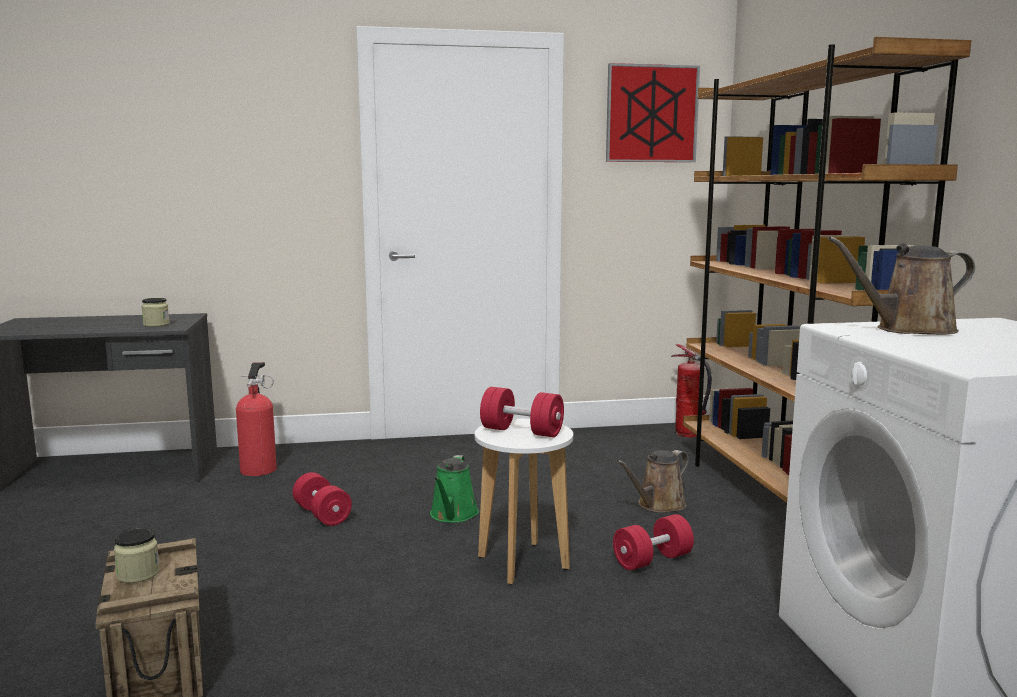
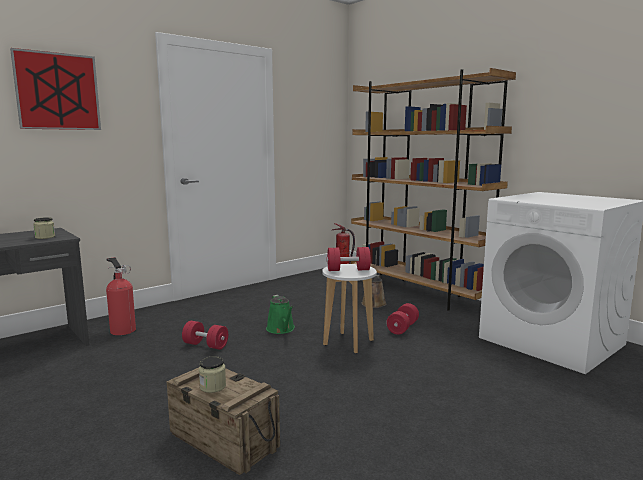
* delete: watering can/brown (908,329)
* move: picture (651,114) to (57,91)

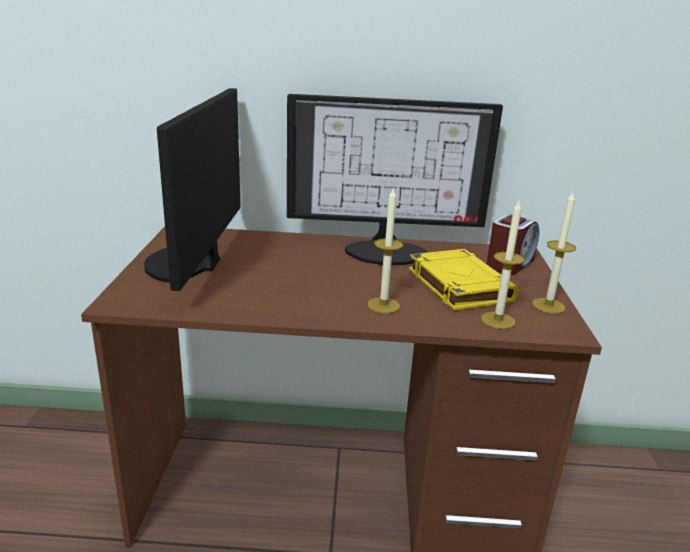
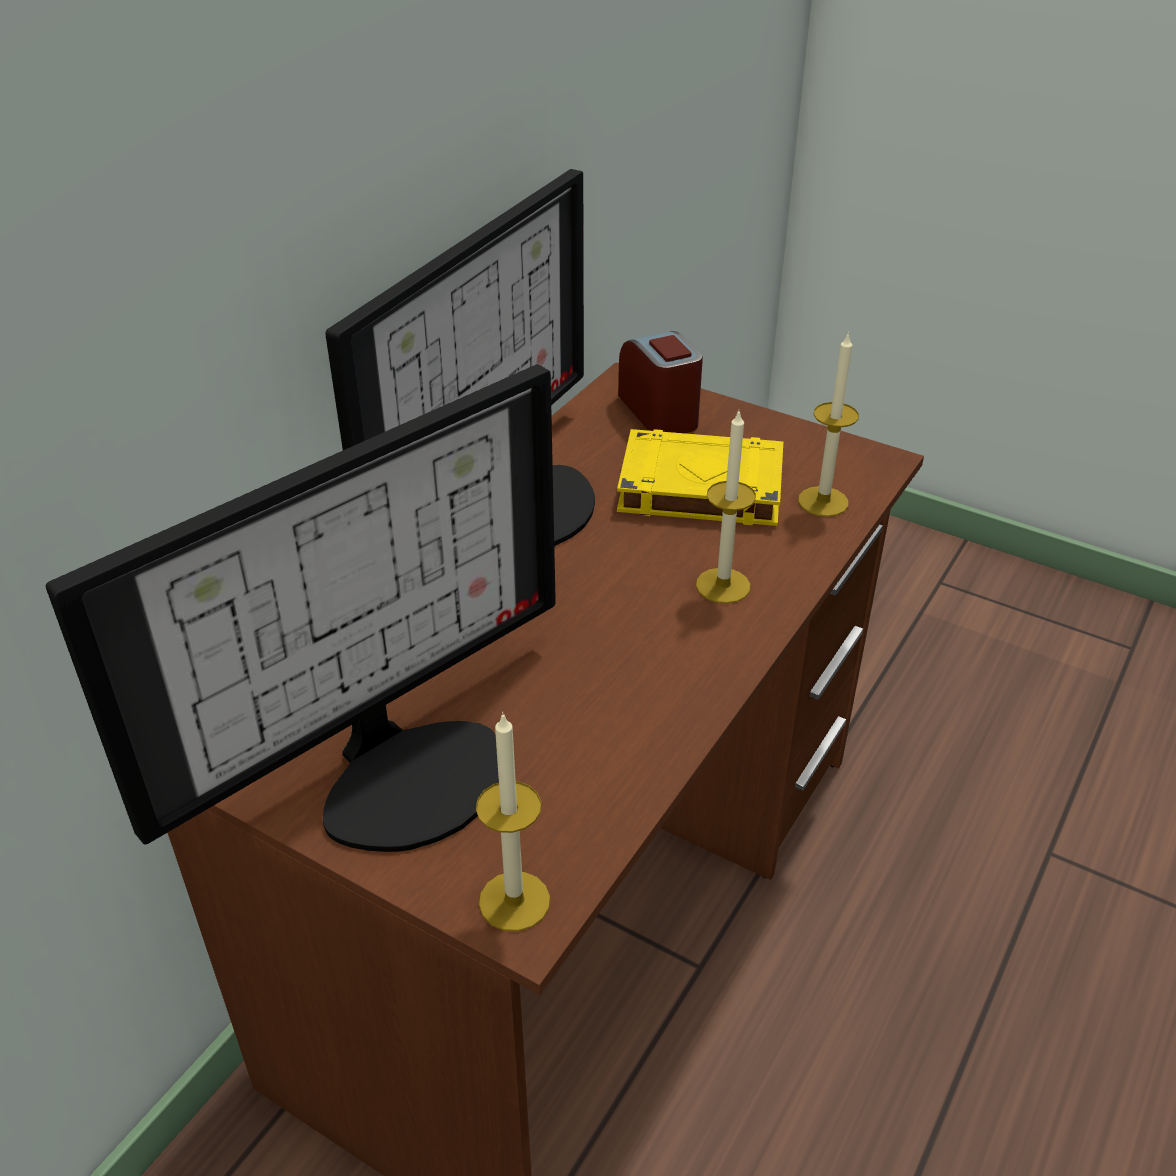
* move: candle (548,306) to (514,901)
* rotate: monitor (189,264) = (405,771) 75 degrees counterclockwise

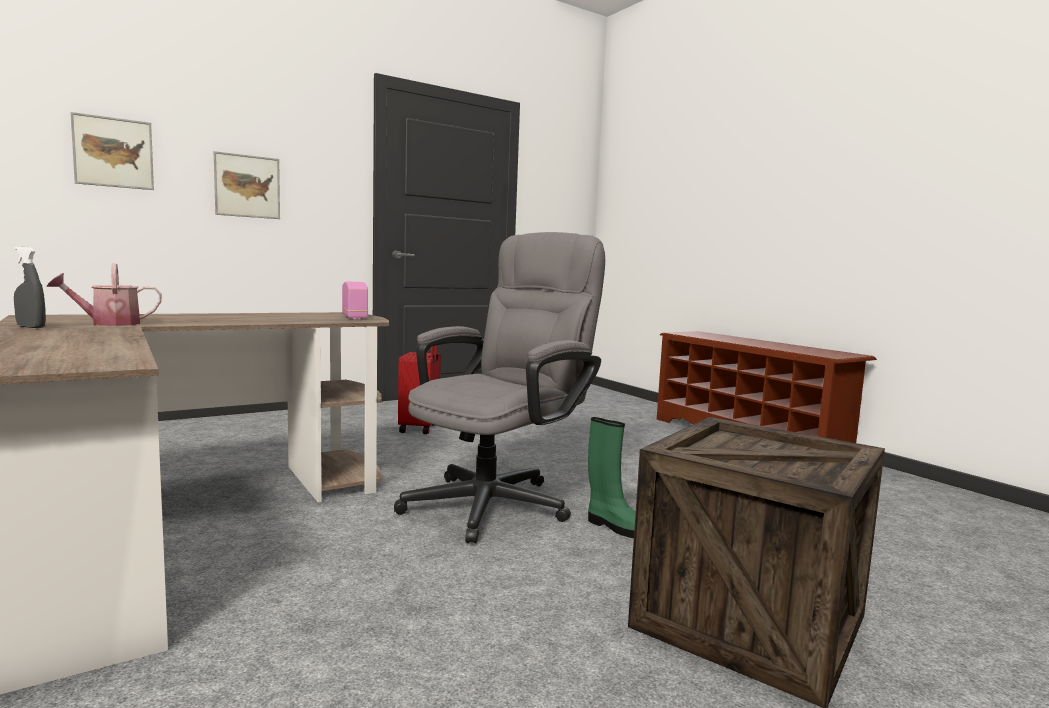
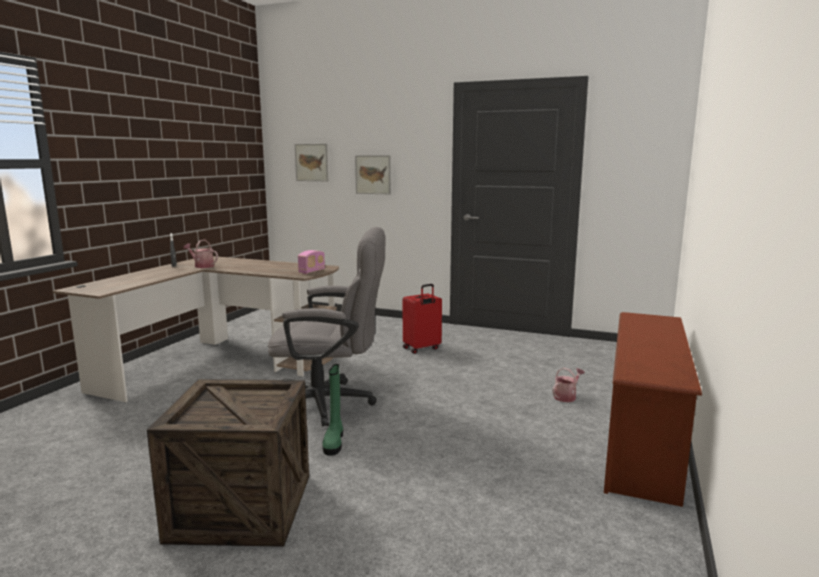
* insert: watering can (566,396)

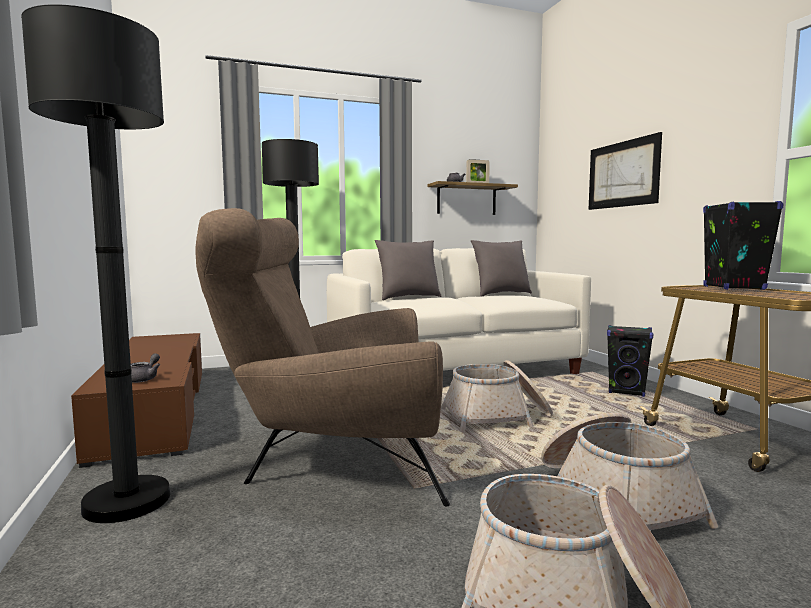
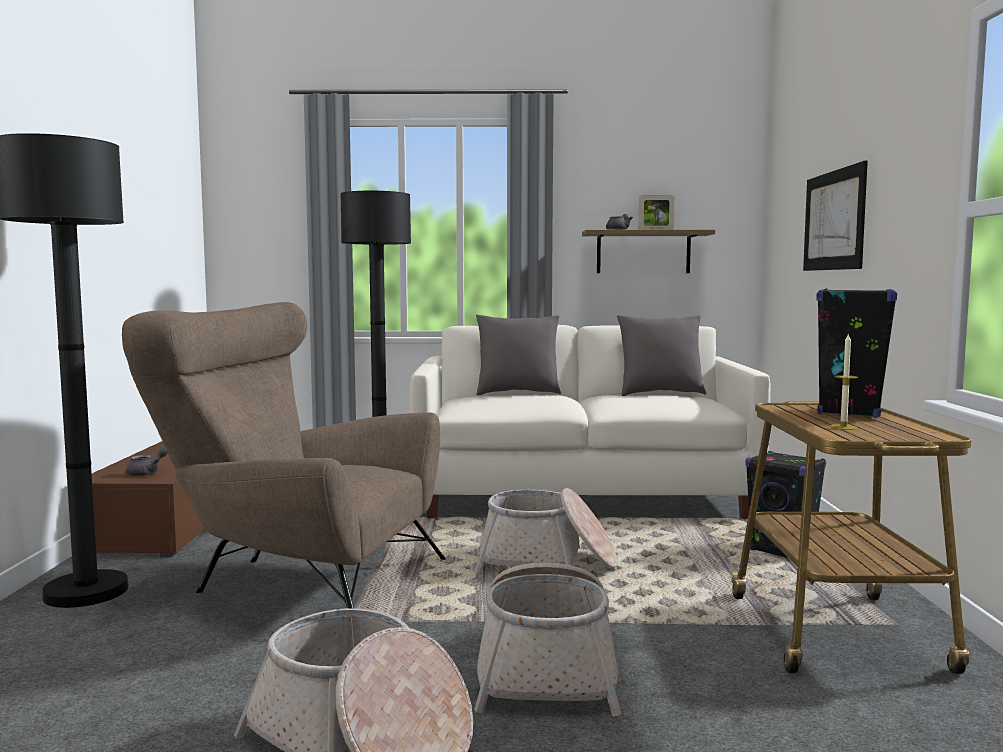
* insert: candle (843,427)

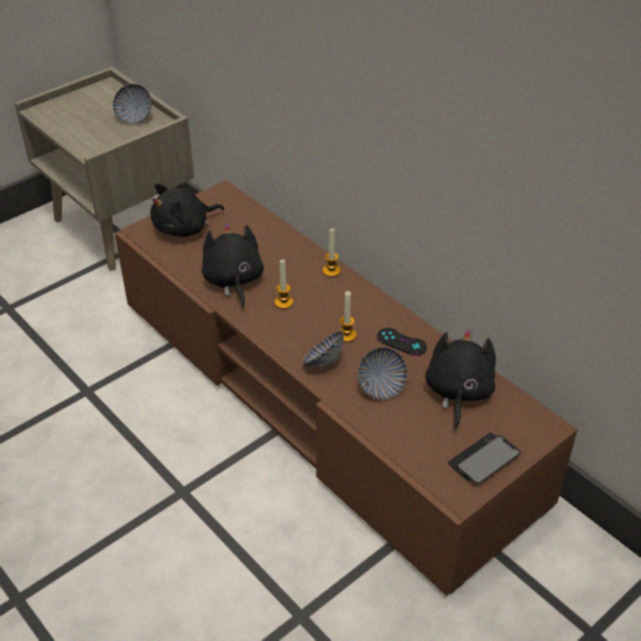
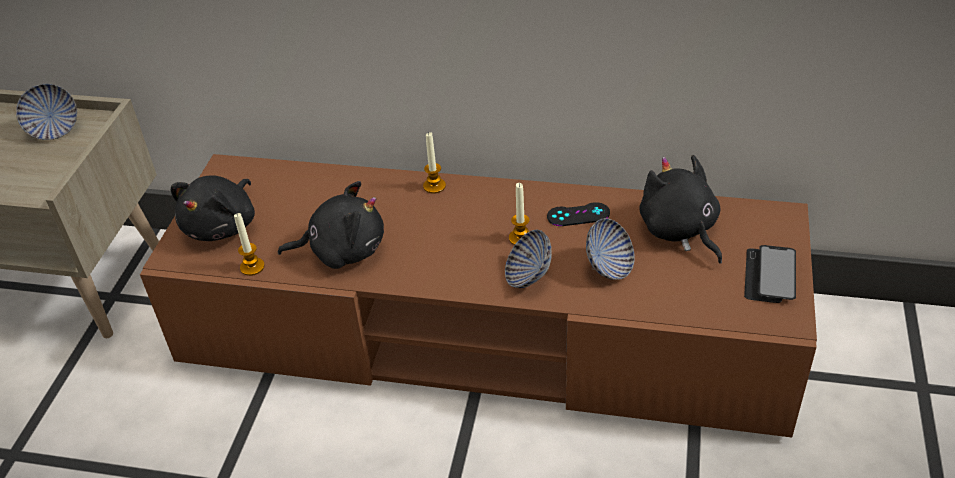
* move: candle (283,303) to (252,267)
* rotate: plush toy/black (233,281) = (342,250) 135 degrees clockwise

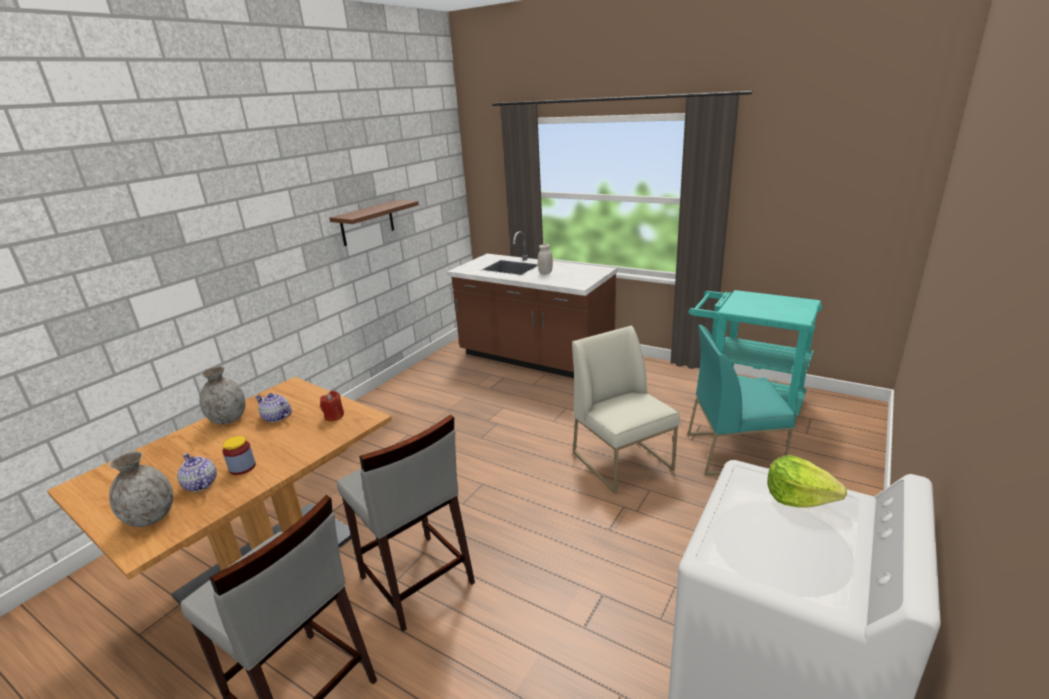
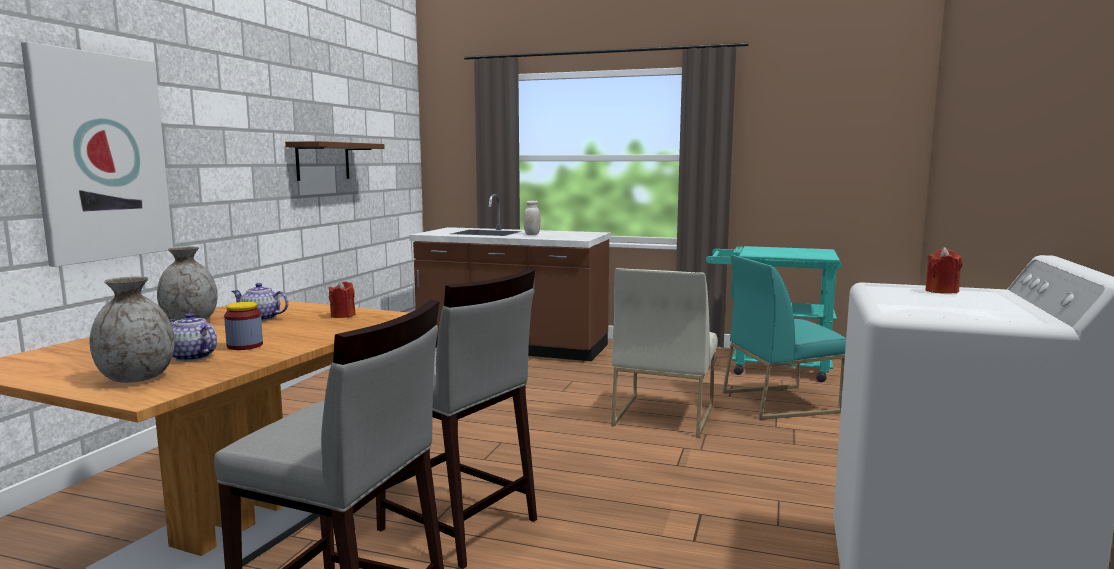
* insert: picture (101,157)
* replace: lettuce (798,497) to candle/red (941,291)
* rotate: chair/white (623,461) = (663,415) 120 degrees counterclockwise

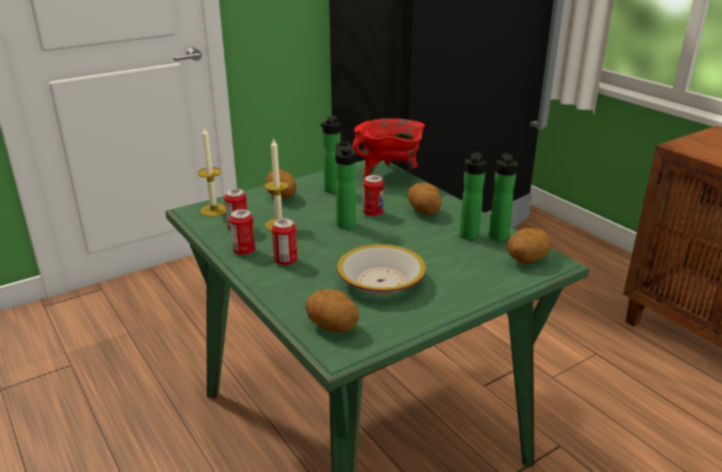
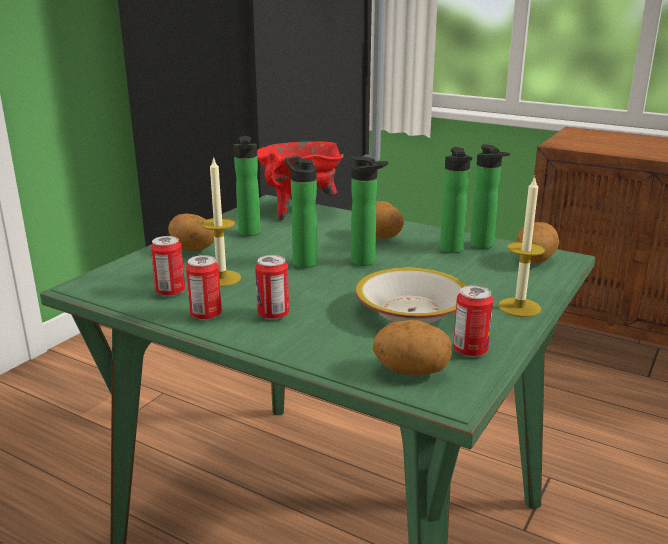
* insert: bottle (366,262)
* move: candle (214,210) to (519,307)
* move: can (373,213) to (470,351)

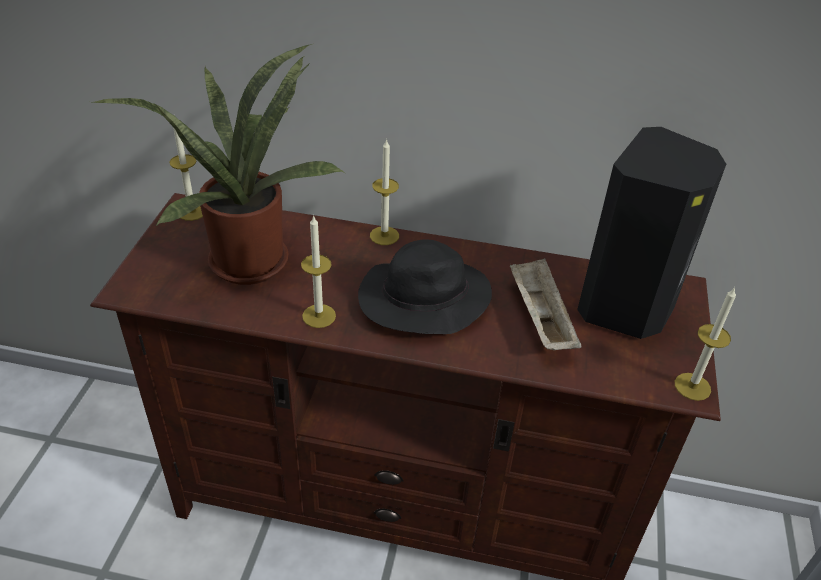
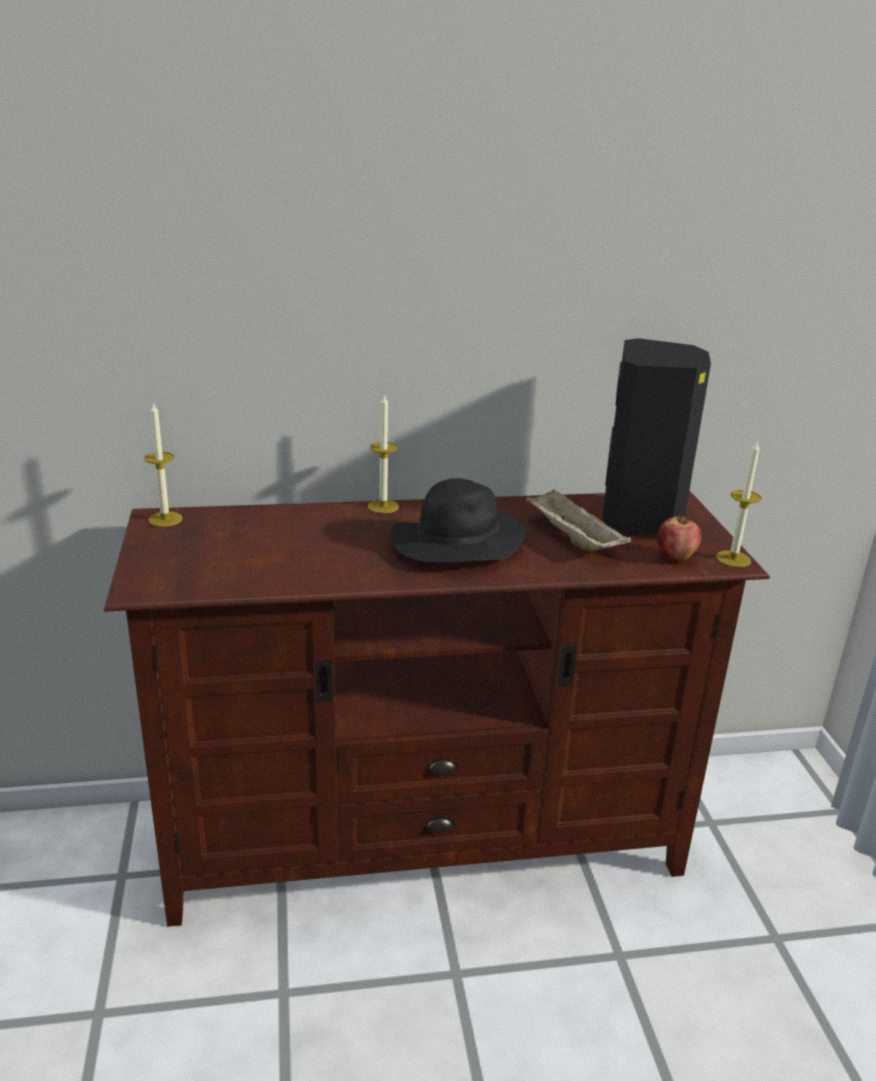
* delete: potted plant (248,257)
* delete: candle (319,316)
* insert: apple (675,558)

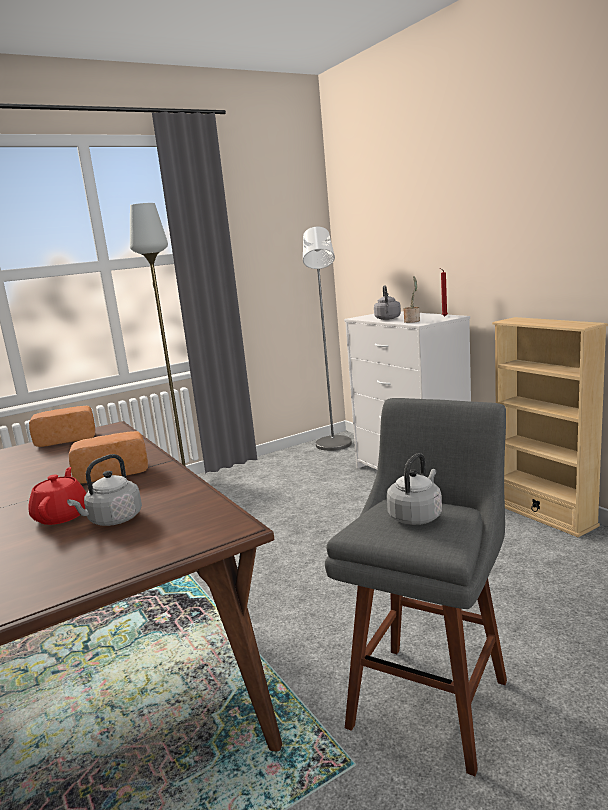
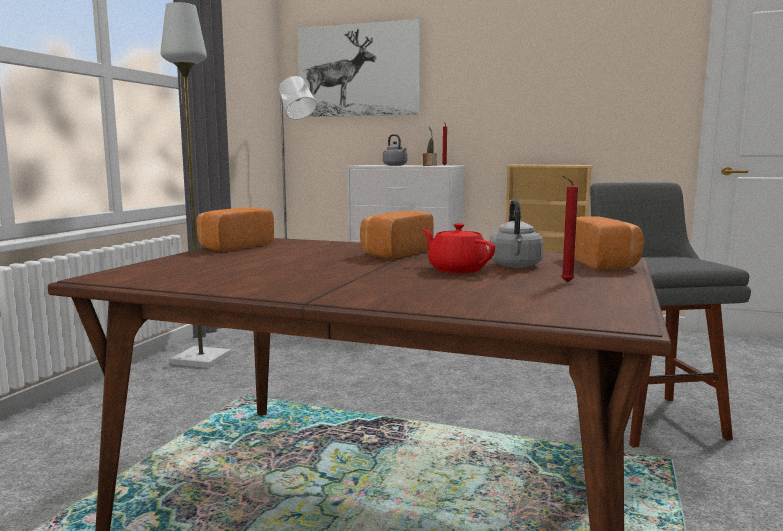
* delete: kettle/grey (416,516)
* insert: picture (358,70)
* insert: candle/red (565,282)
* insert: bread (603,263)

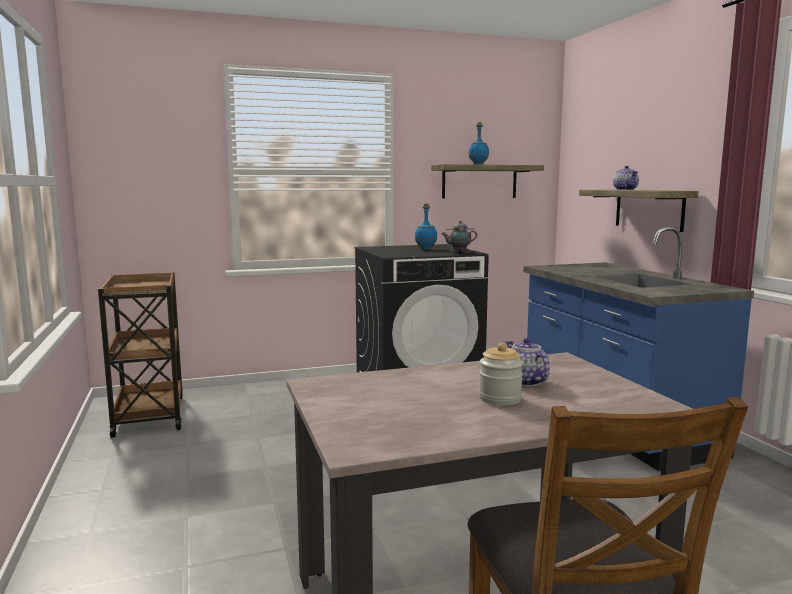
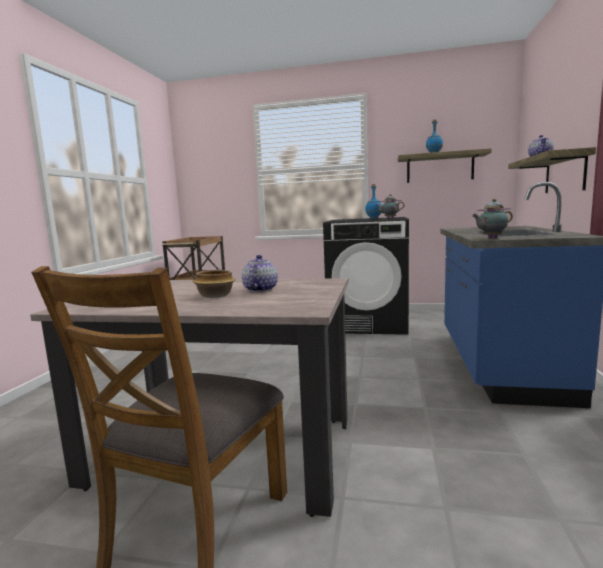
* insert: teapot (491,238)
* replace: jar (500,399) to bowl (214,296)

